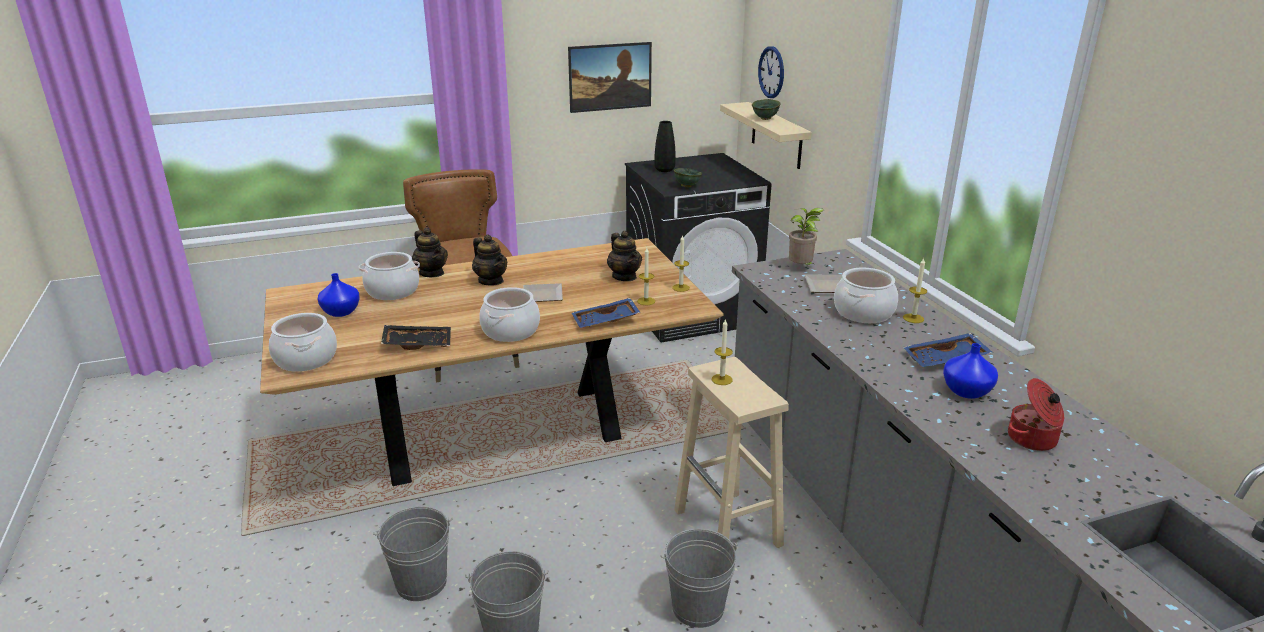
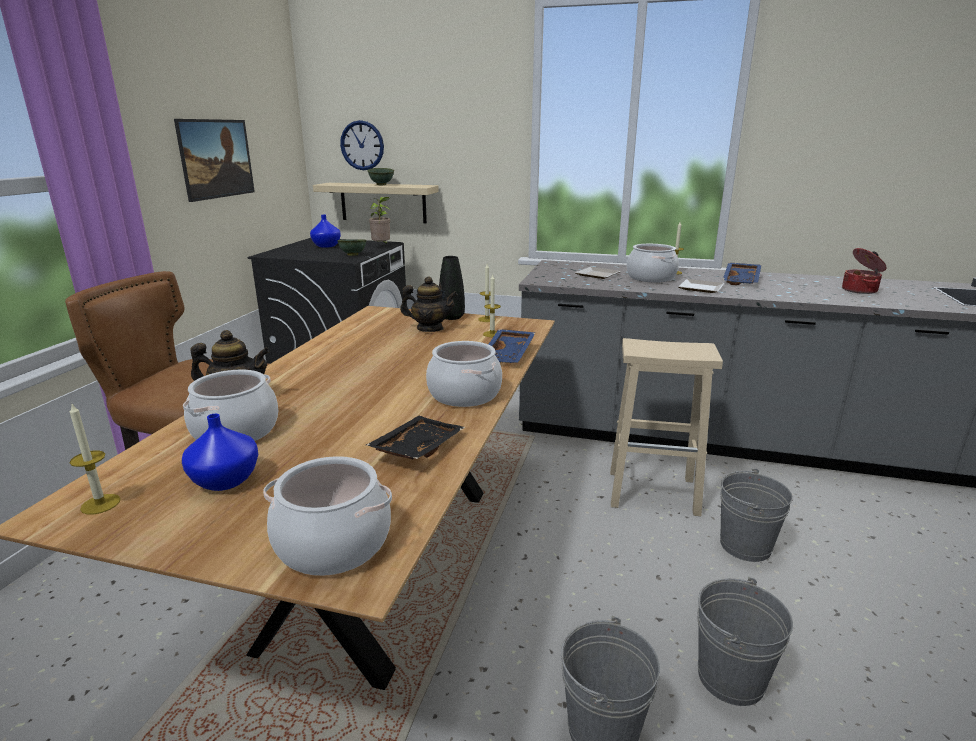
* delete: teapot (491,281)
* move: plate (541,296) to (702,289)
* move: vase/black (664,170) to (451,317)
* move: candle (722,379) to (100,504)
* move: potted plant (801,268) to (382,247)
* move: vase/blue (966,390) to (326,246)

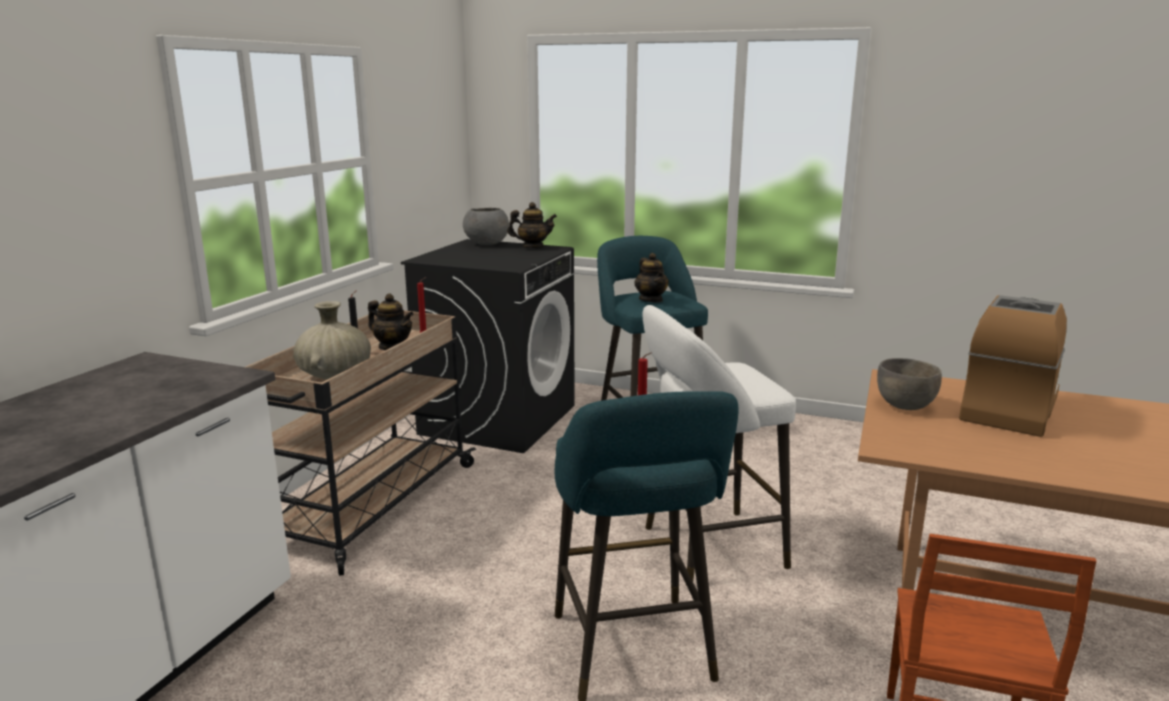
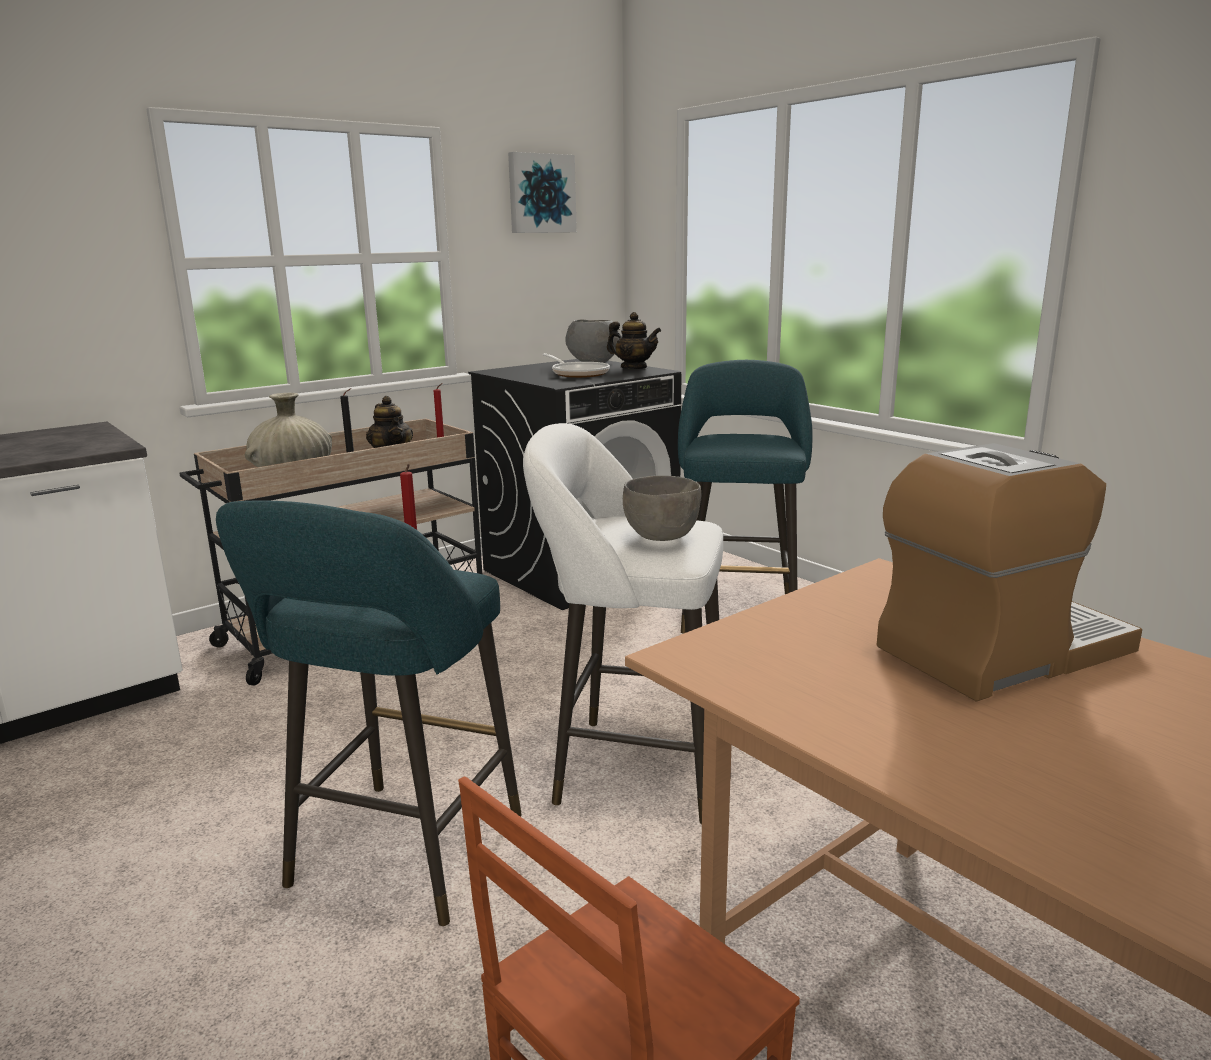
* delete: teapot (651,300)
* insert: picture (540,193)
* insert: frying pan (578,373)
* move: bowl/grey (905,406) to (661,537)

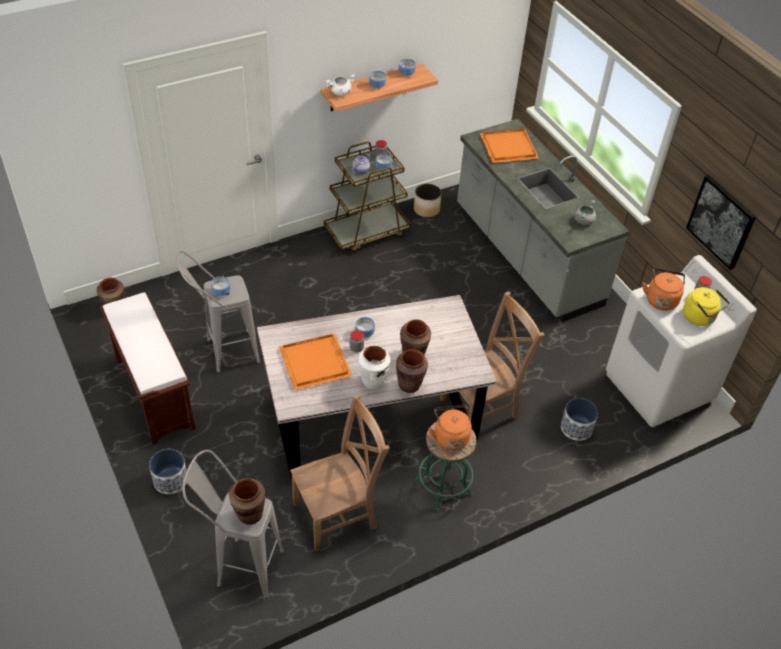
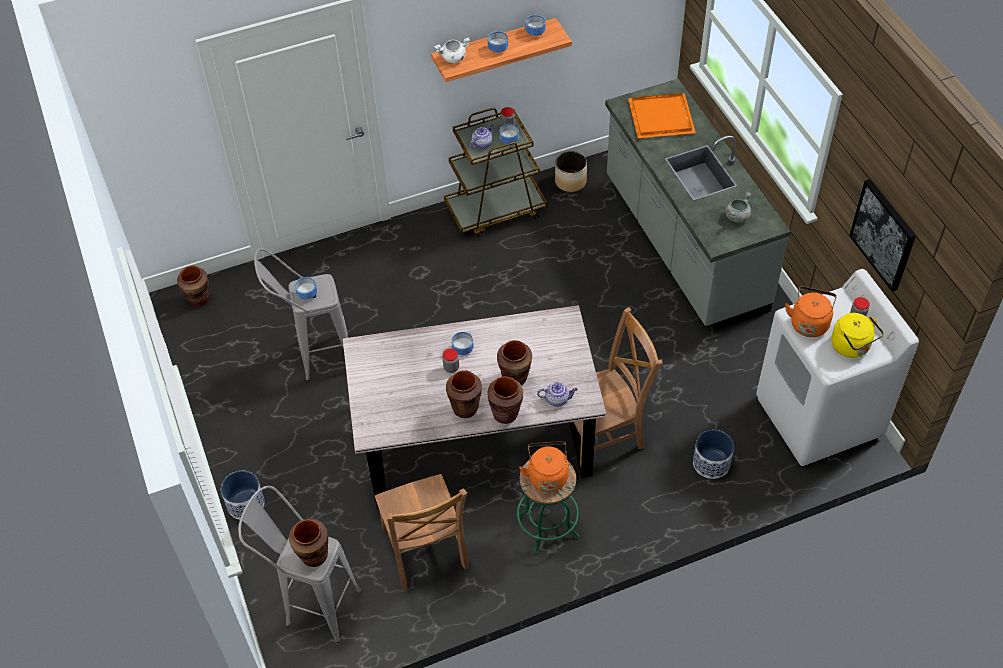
* delete: bench/brown (153,393)
* delete: tray/orange (316,363)
* insert: teapot (557,399)
* recolor: vase/white (373,381) to vase/brown (465,408)
* rotate: chair/brown (338,514) = (425,551) 90 degrees clockwise

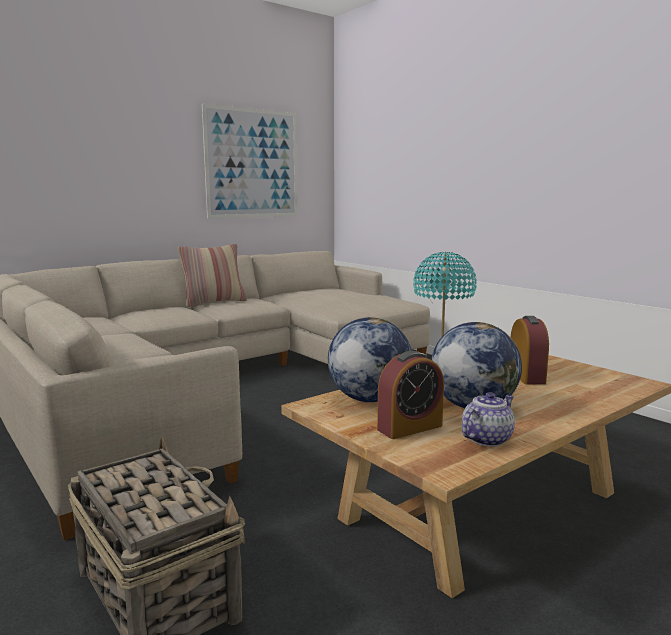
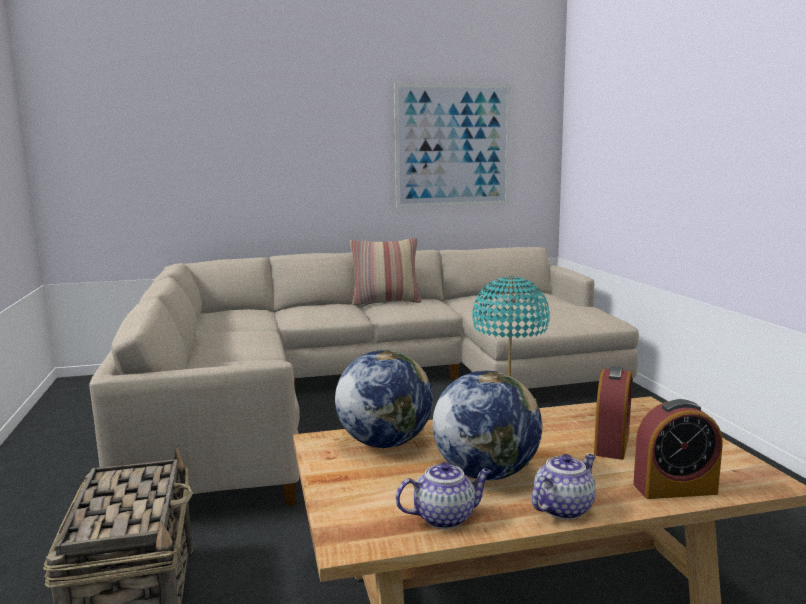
* insert: teapot (563,508)
* move: alarm clock (410,428) to (675,489)

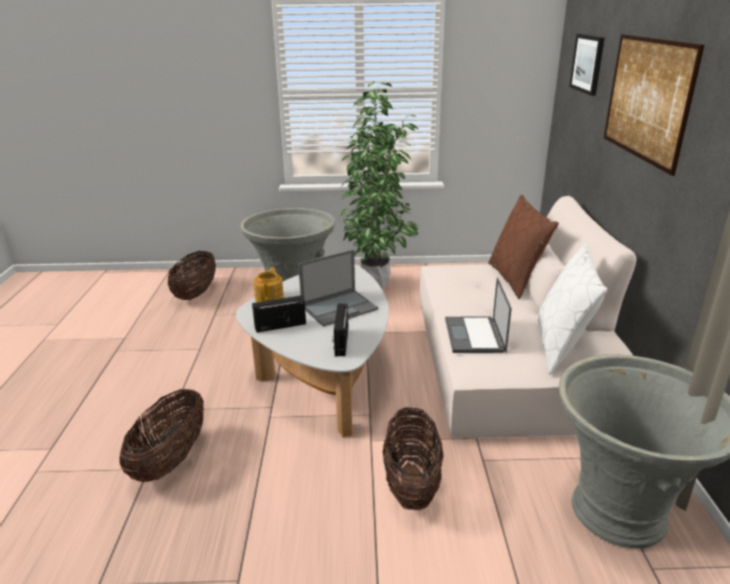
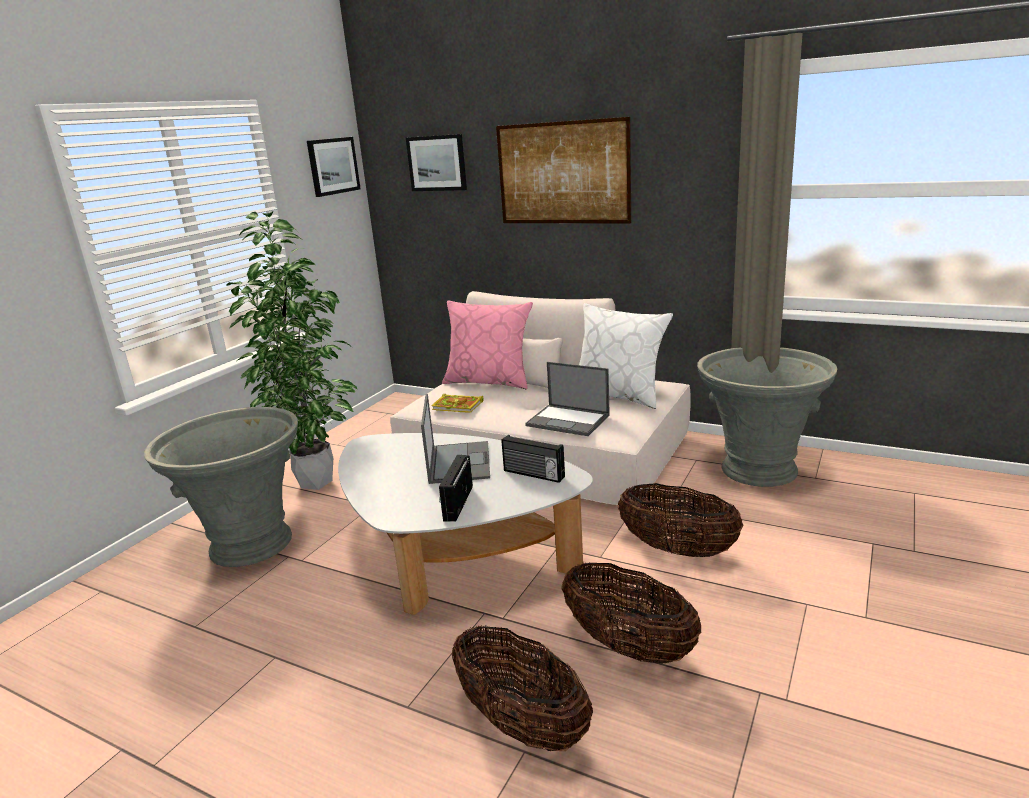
* delete: teapot (270,298)
* insert: picture (333,166)
* insert: book (458,406)
* move: basket (195,293) to (628,646)
* recolor: pillow/brown (516,279) to pillow/pink (489,381)

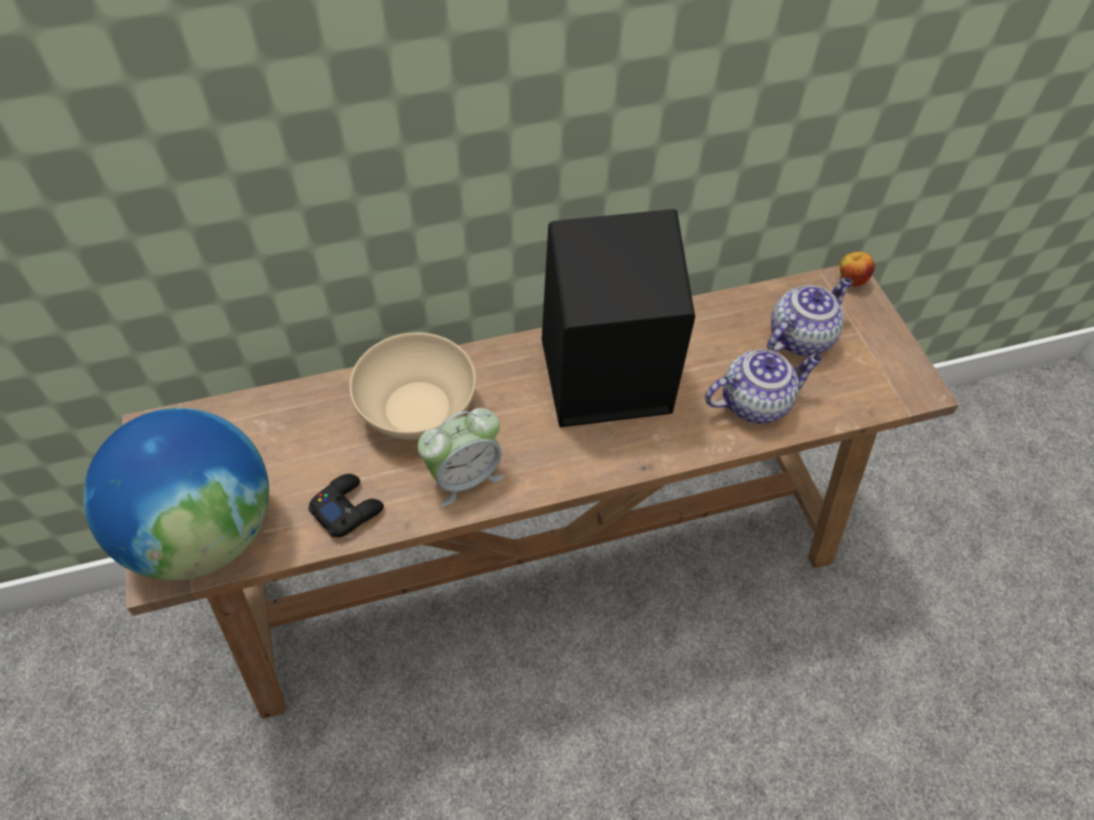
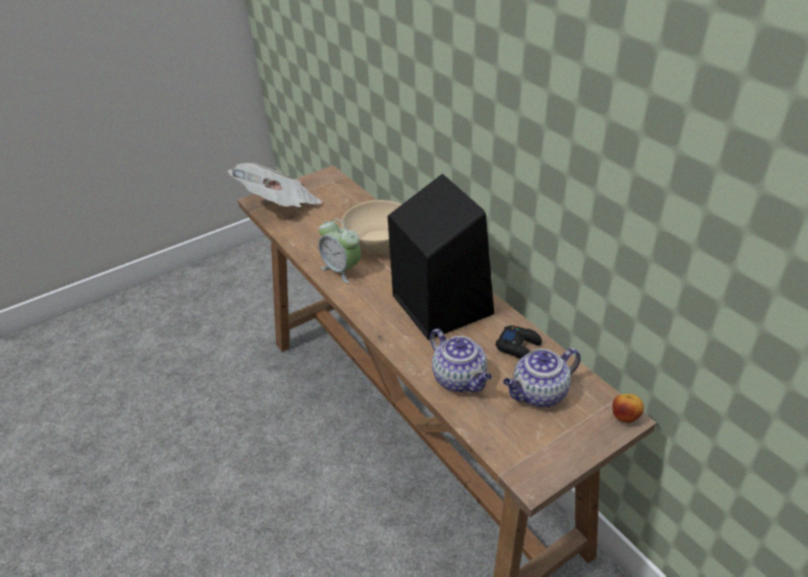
* move: game controller/black (347,509) to (519,347)
* replace: globe (205,531) to newspaper (280,205)
* rotate: teapot (800,337) = (539,394) 120 degrees clockwise

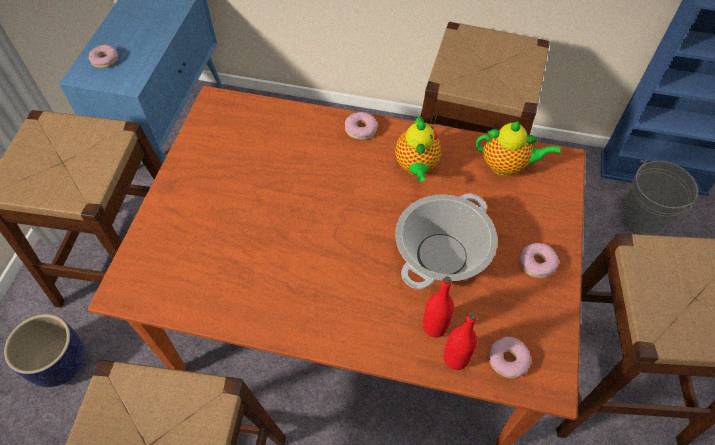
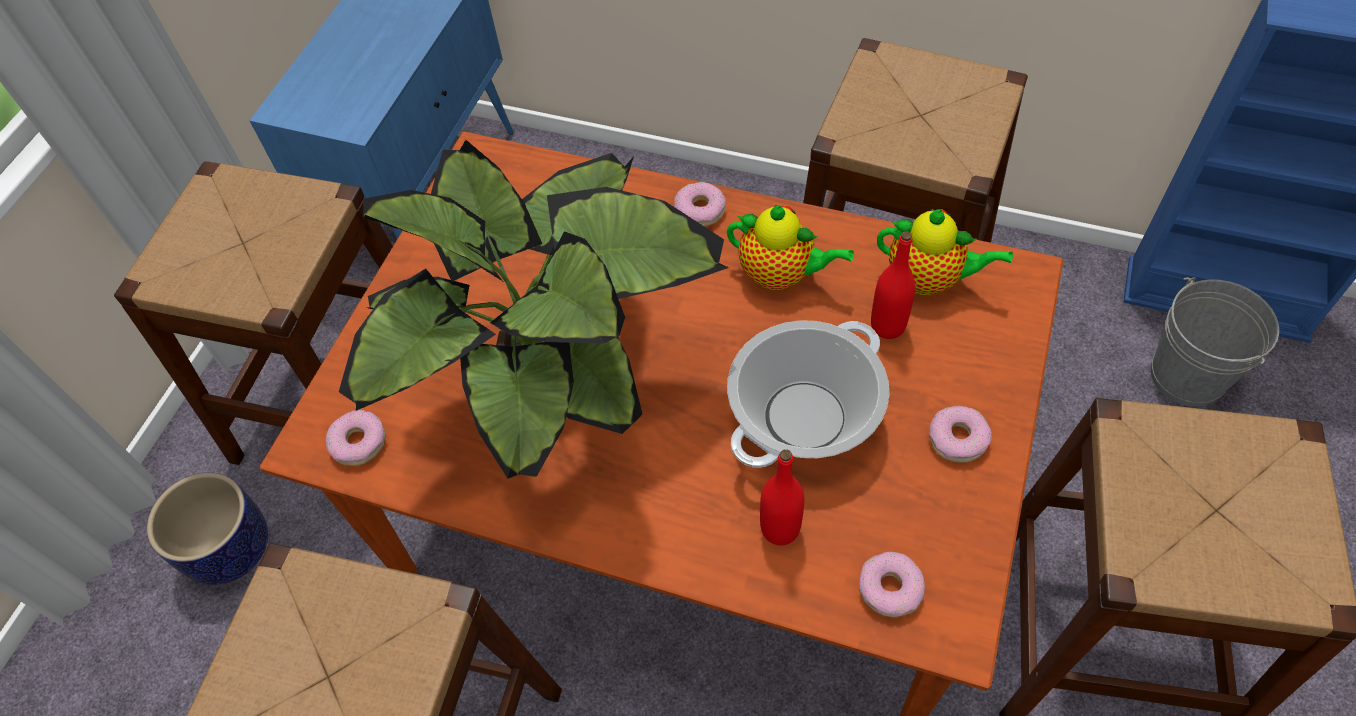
* insert: potted plant (560,388)
* move: donut (104,60) to (358,442)
* move: bottle/red (455,358) to (888,326)
* rotate: teapot (416,167) = (781,275) 75 degrees counterclockwise

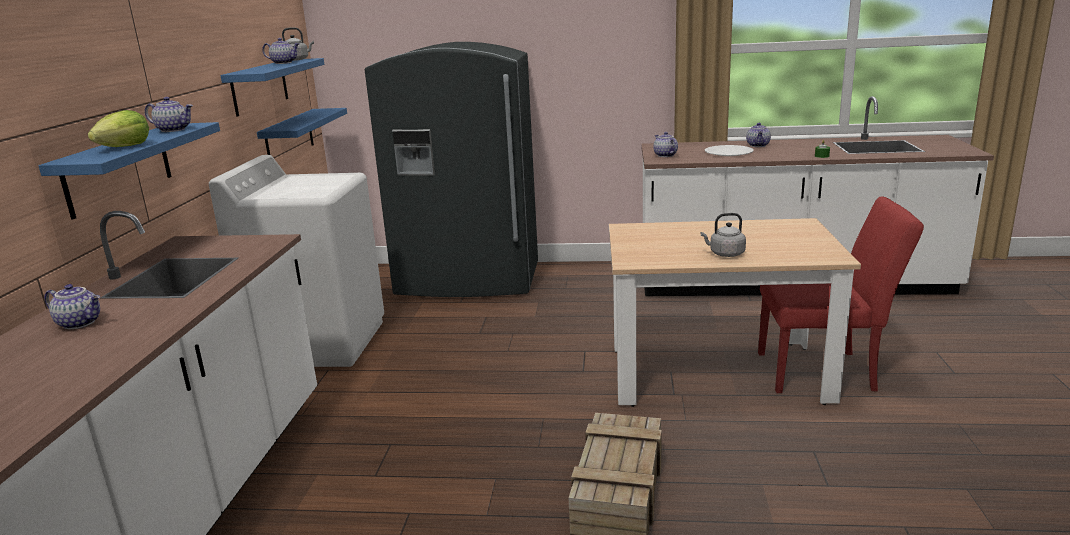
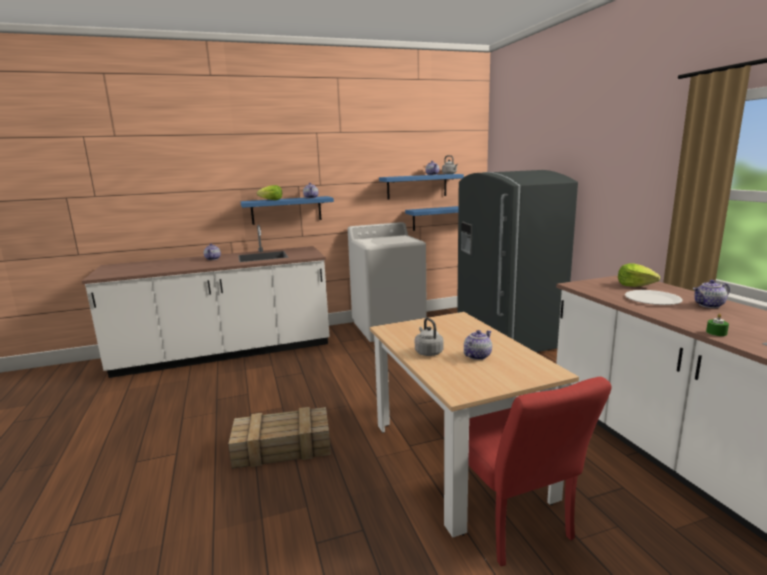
* insert: lettuce (635,285)
* move: teapot (664,155) to (477,356)

